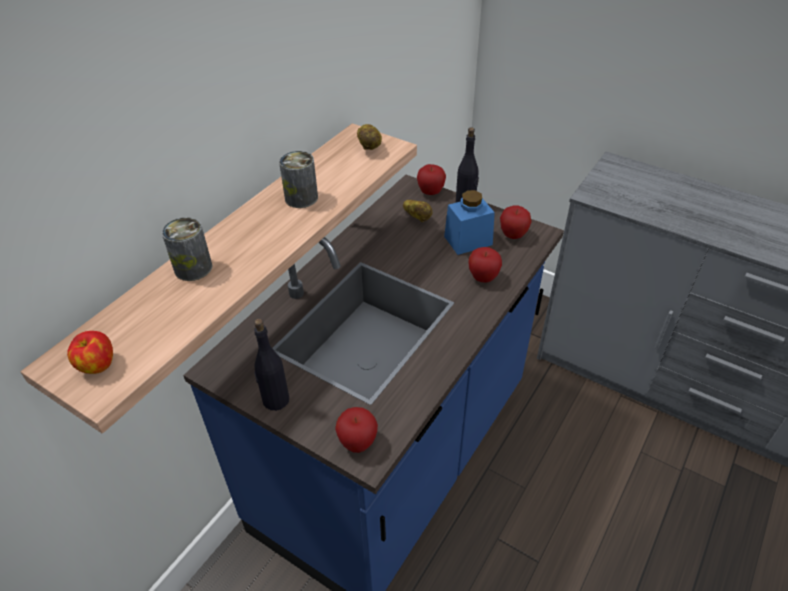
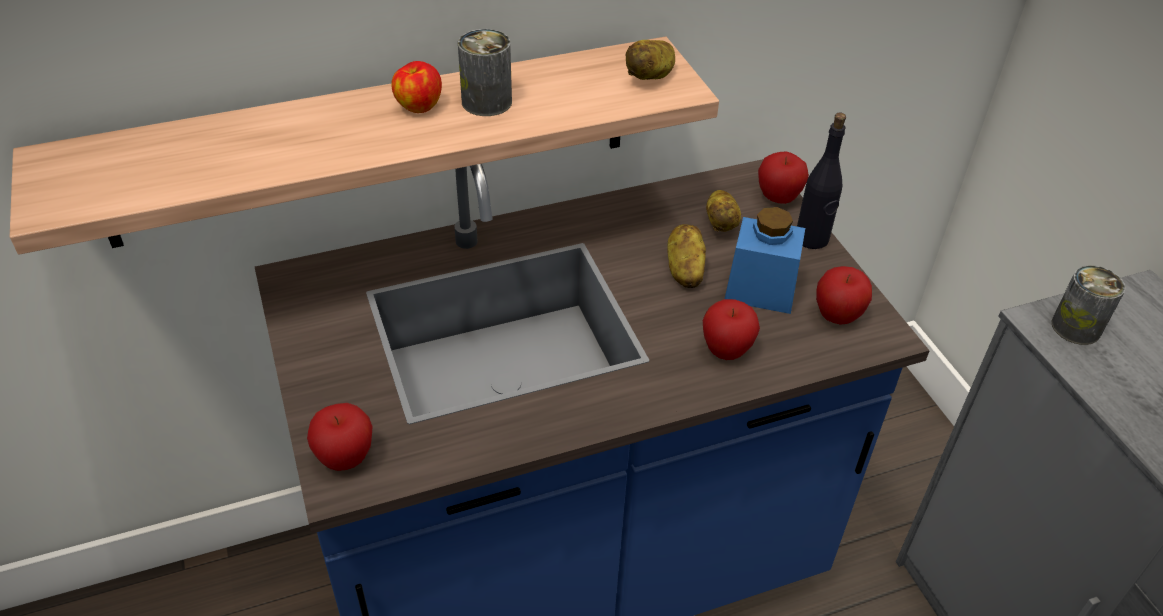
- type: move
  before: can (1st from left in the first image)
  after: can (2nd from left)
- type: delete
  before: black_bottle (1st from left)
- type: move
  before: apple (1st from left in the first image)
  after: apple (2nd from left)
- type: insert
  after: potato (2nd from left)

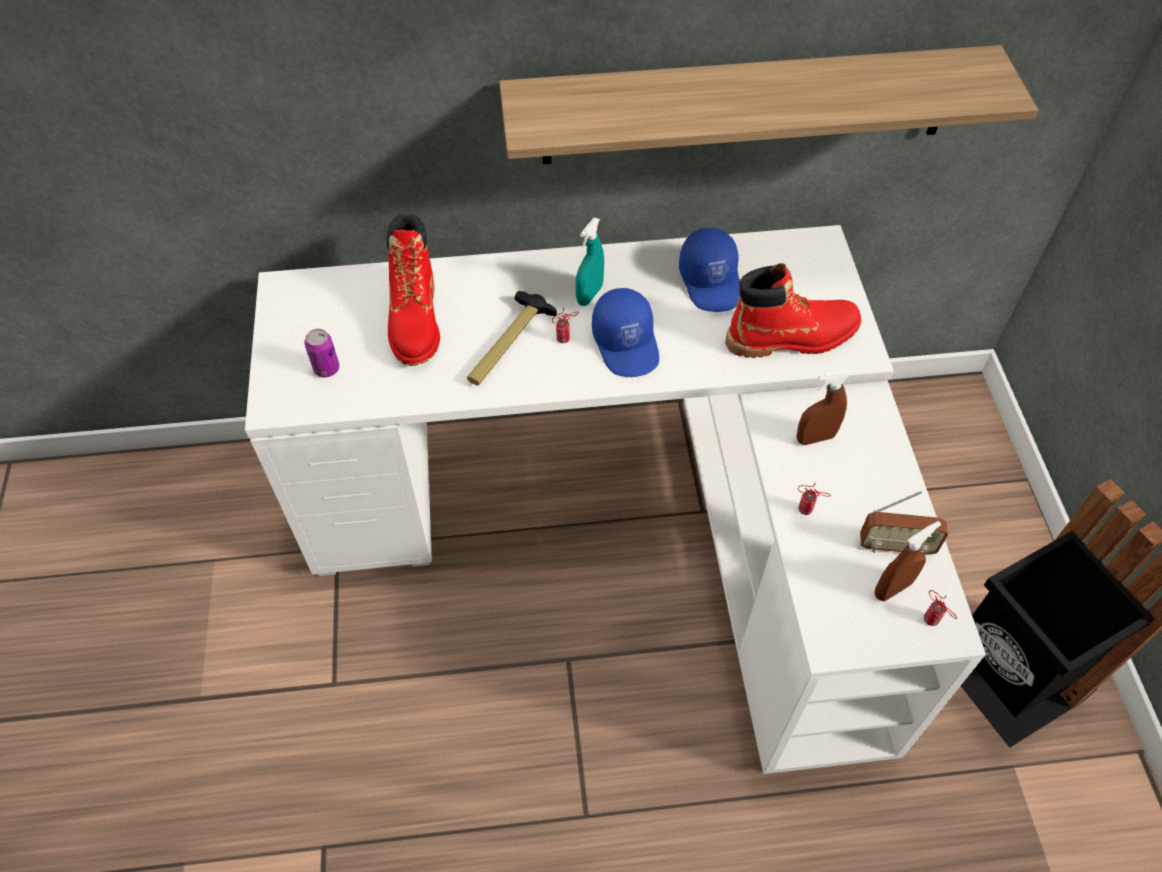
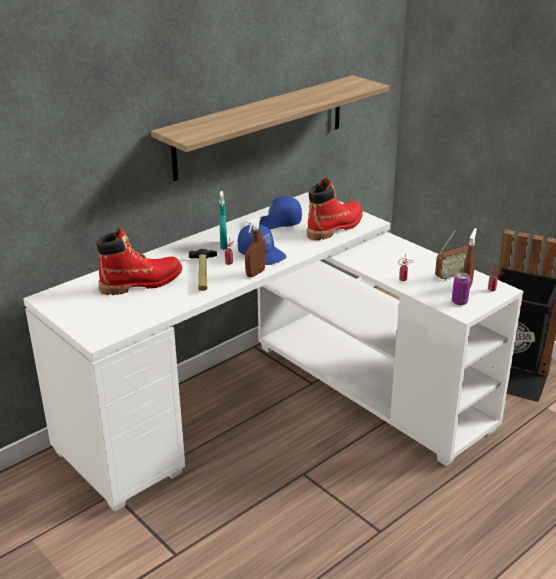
- type: rotate
  before: red_boot (1st from left)
  turn: -75
- type: rotate
  before: blue_cap (2nd from left)
  turn: 135
- type: move
  before: can (1st from left in the first image)
  after: can (3rd from left)
- type: move
  before: brown_spray_bottle (1st from left)

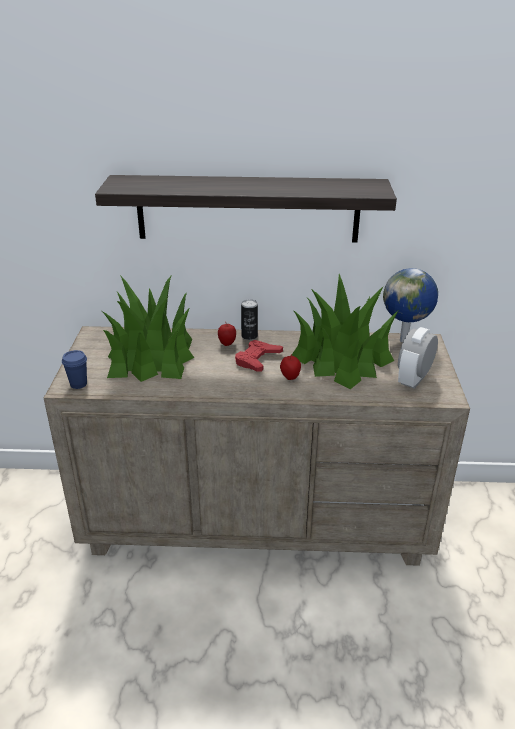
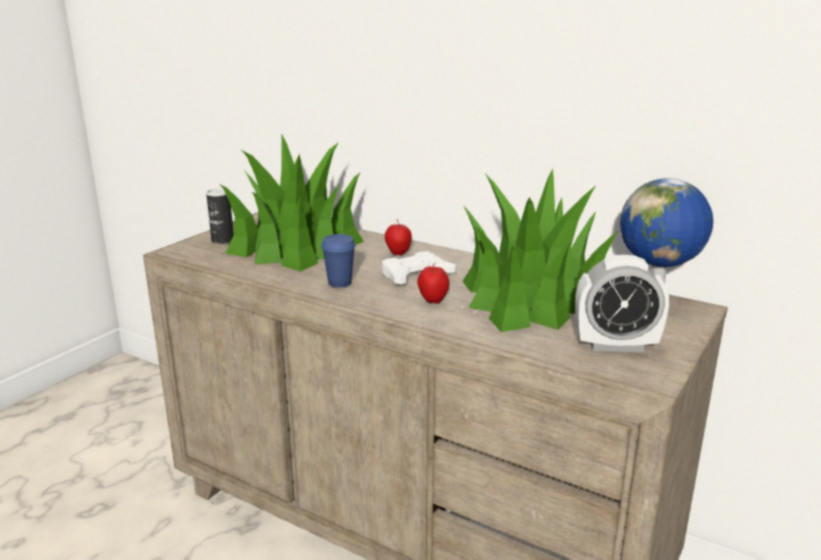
- type: delete
  before: shelf
- type: move
  before: can
- type: rotate
  before: alarm_clock
  turn: -150
- type: recolor
  before: red_game_controller
  after: white_game_controller
- type: move
  before: blue_cup

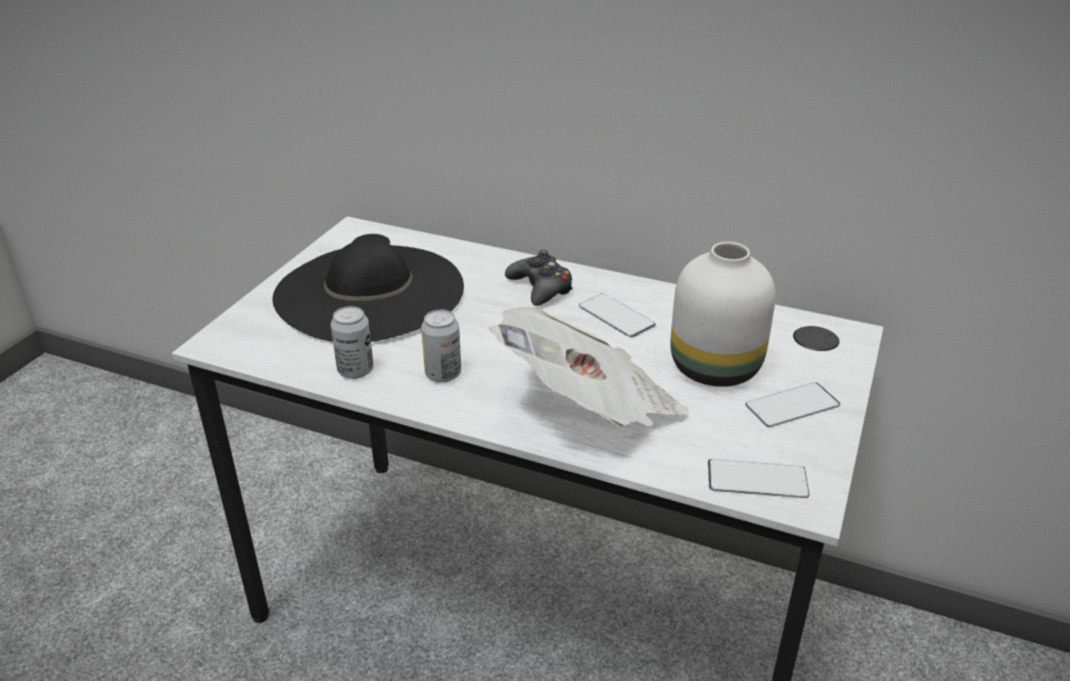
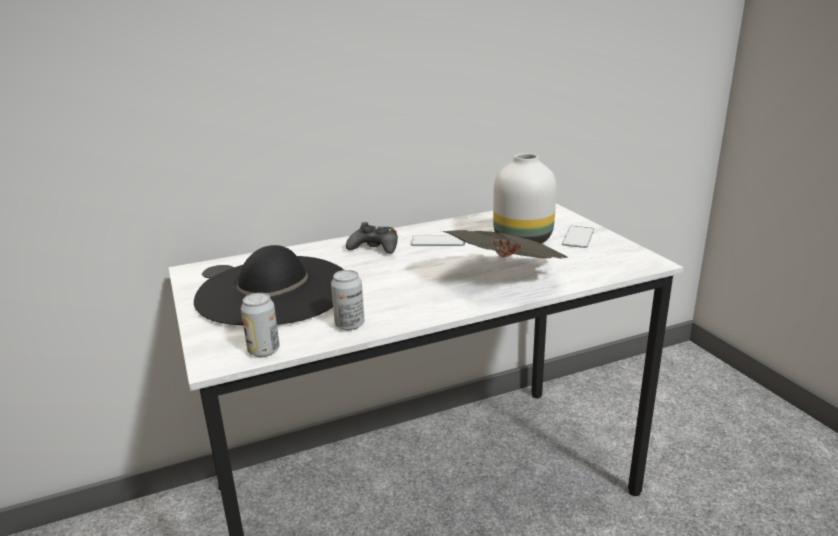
- type: move
  before: can (2nd from left in the first image)
  after: can (1st from left)
- type: delete
  before: phone (2nd from left)

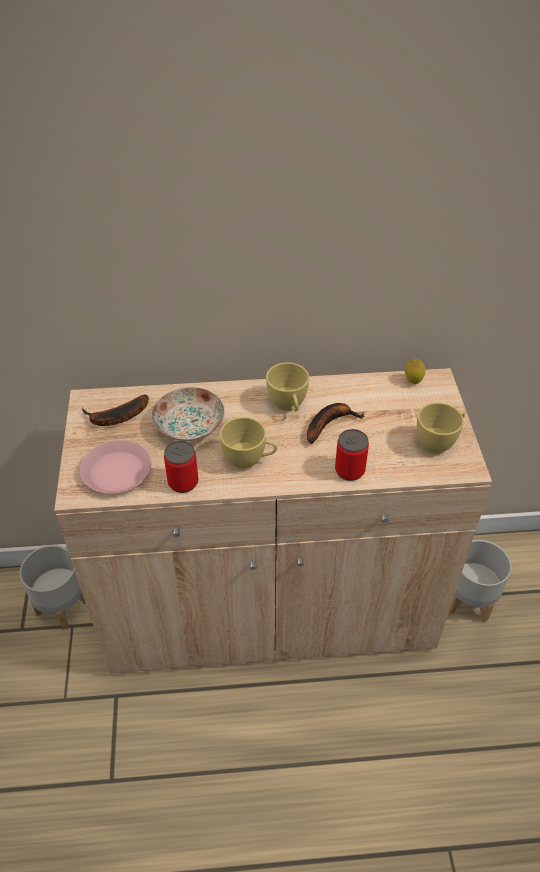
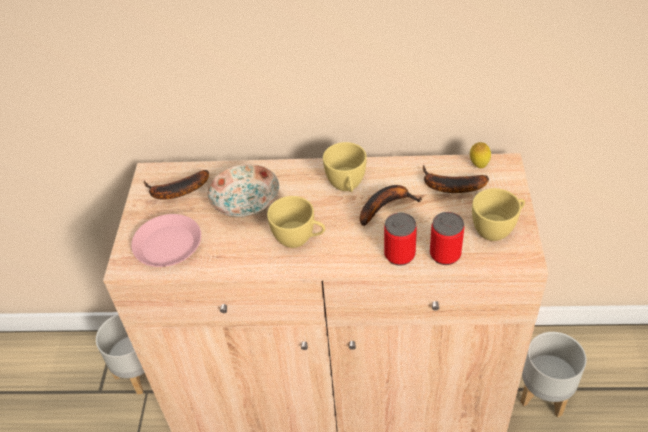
- type: move
  before: can (1st from left in the first image)
  after: can (2nd from left)
- type: insert
  after: banana (3rd from left)

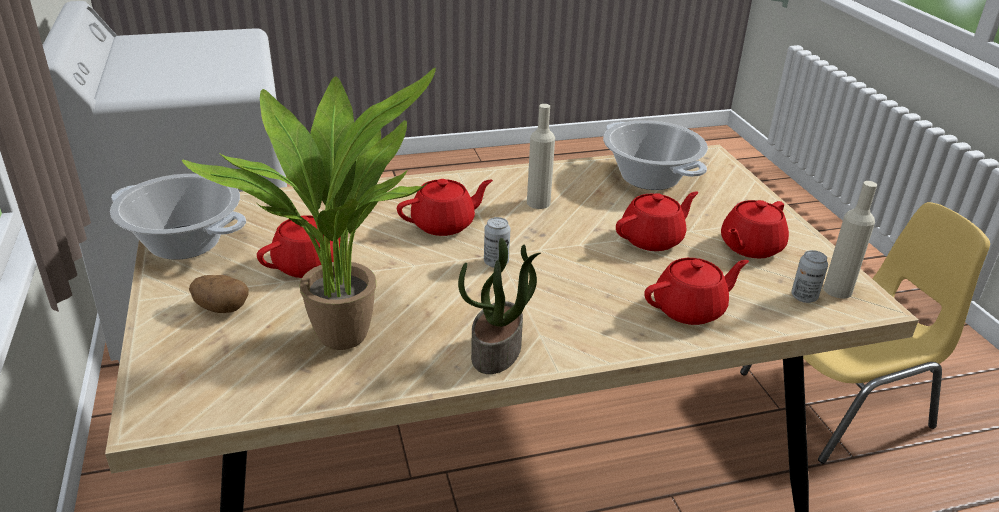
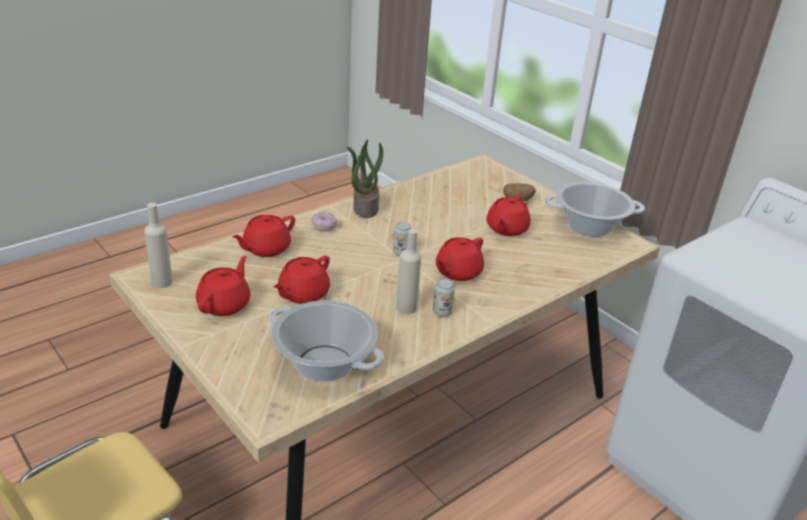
- type: delete
  before: potted_plant (1st from left)
- type: move
  before: can (2nd from left)
- type: insert
  after: donut

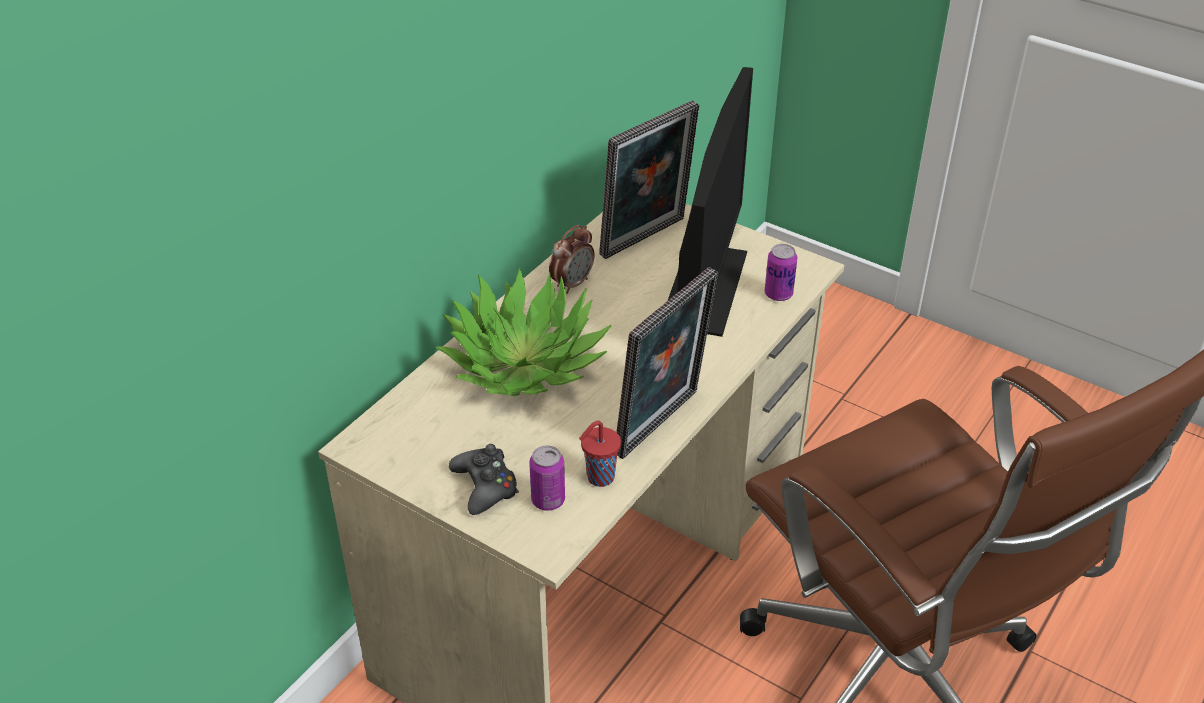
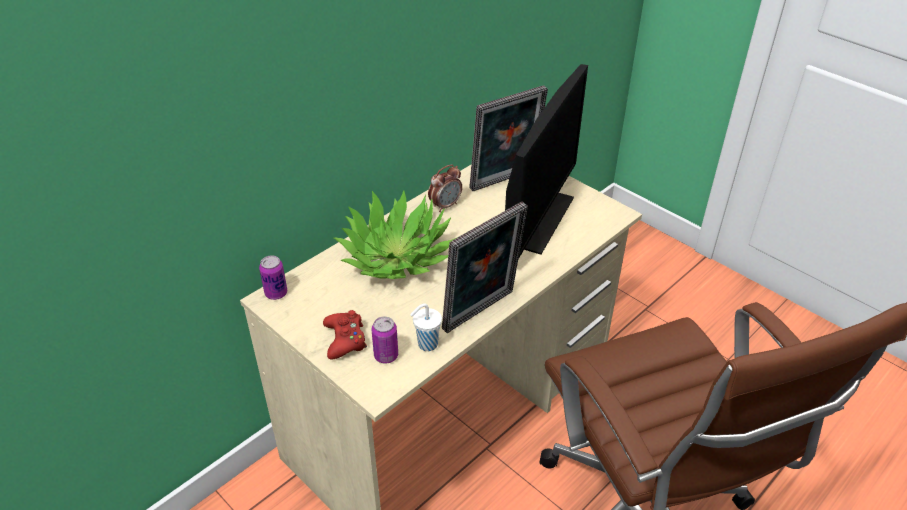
- type: move
  before: can (2nd from left in the first image)
  after: can (1st from left)
- type: recolor
  before: red_cup
  after: white_cup
- type: recolor
  before: black_game_controller
  after: red_game_controller

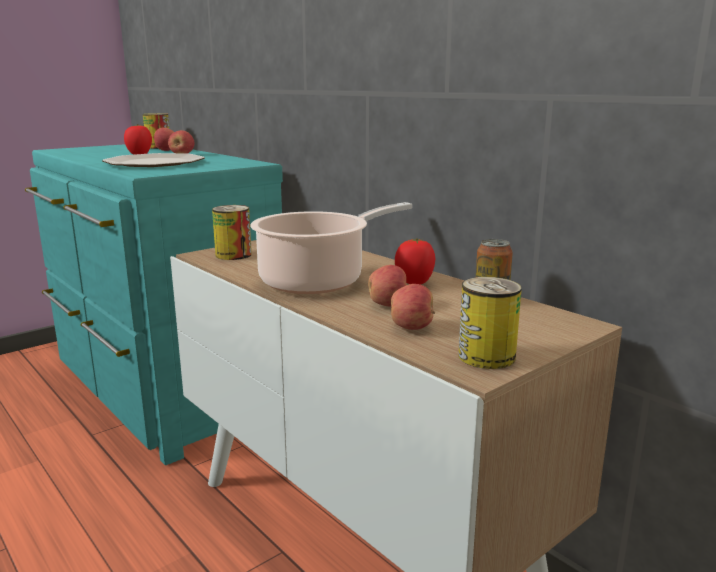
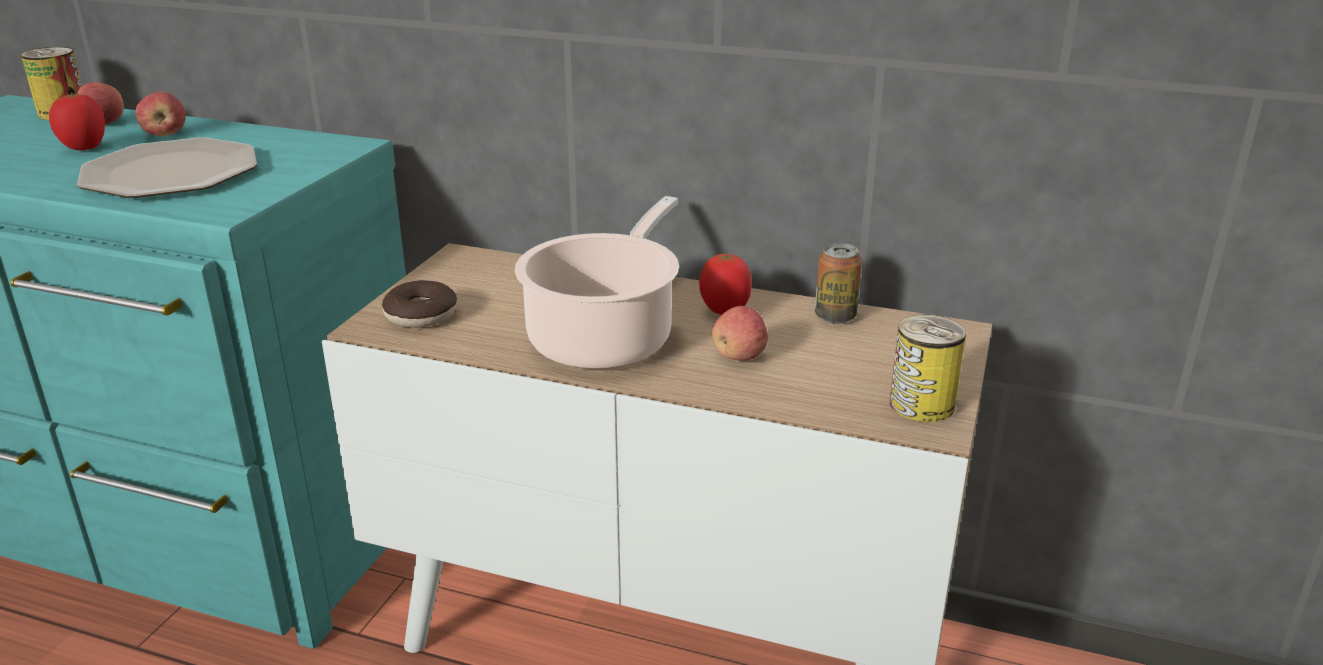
- type: replace
  before: can (2nd from left)
  after: donut
- type: delete
  before: apple (4th from left)

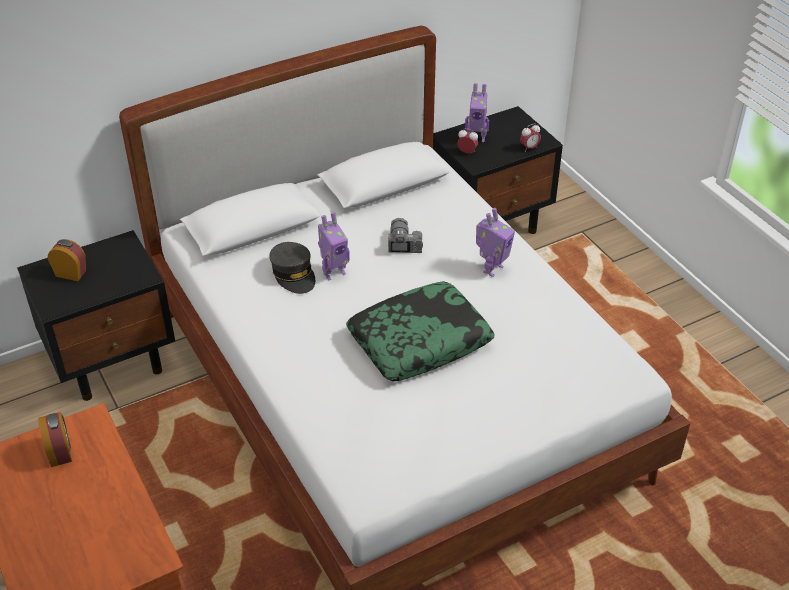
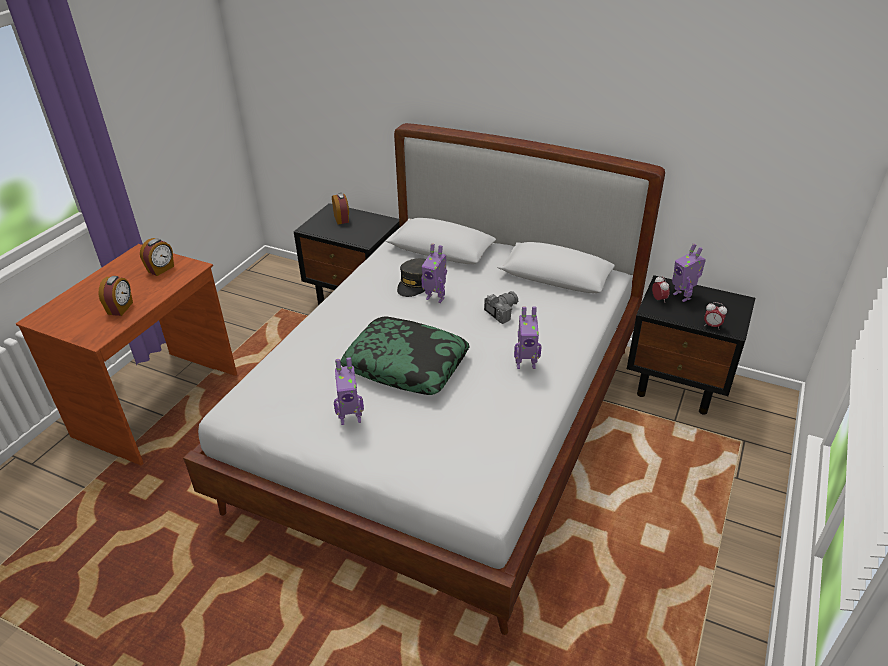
- type: insert
  after: alarm_clock (1st from left)
- type: insert
  after: toy_robot (1st from left)

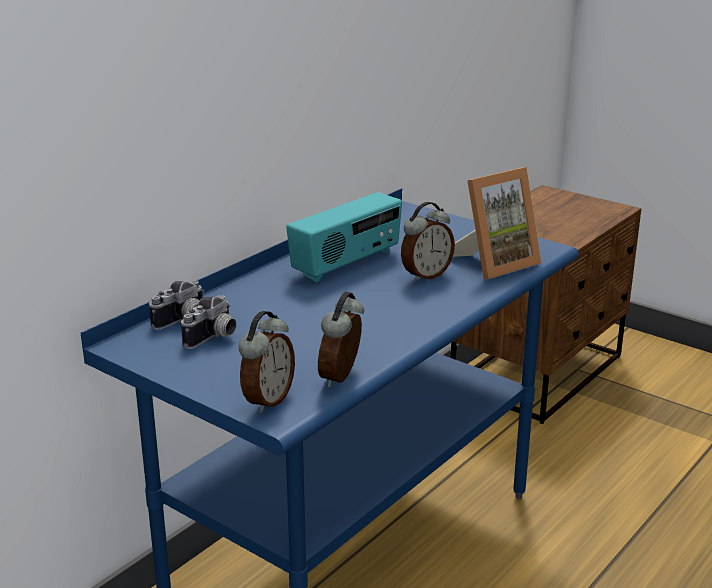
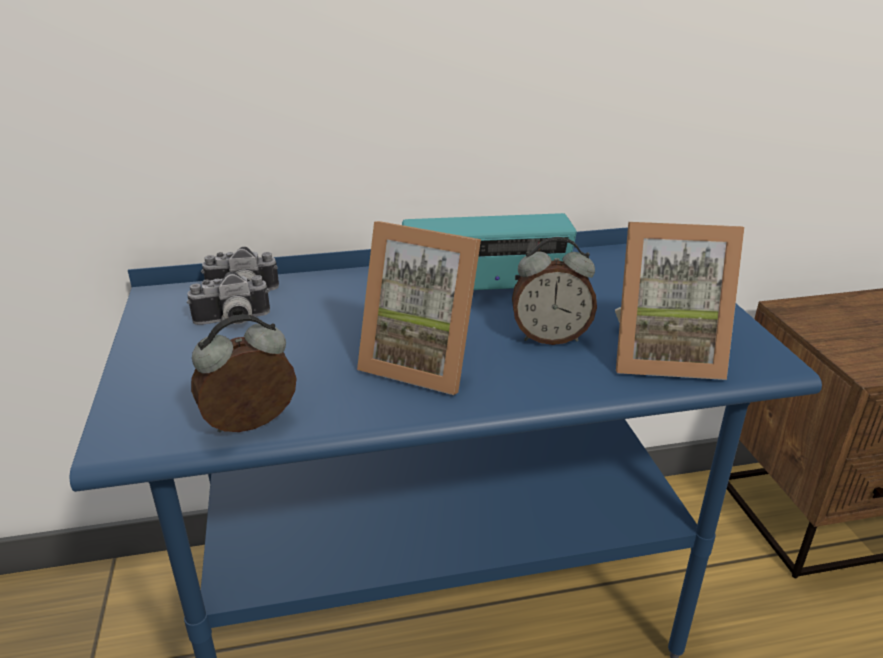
- type: delete
  before: alarm_clock (1st from left)
- type: insert
  after: picture_frame (1st from left)

